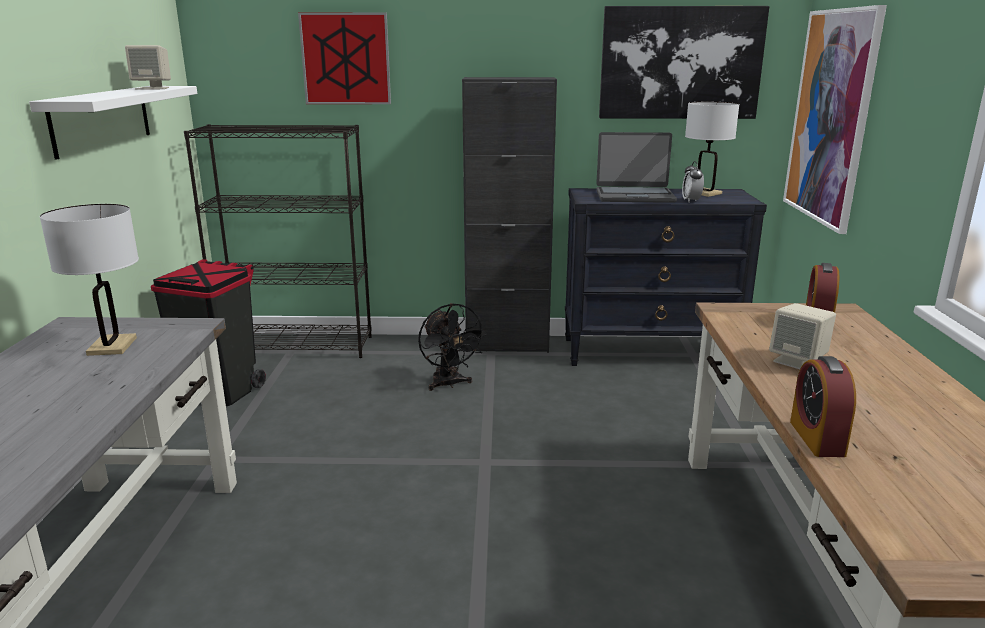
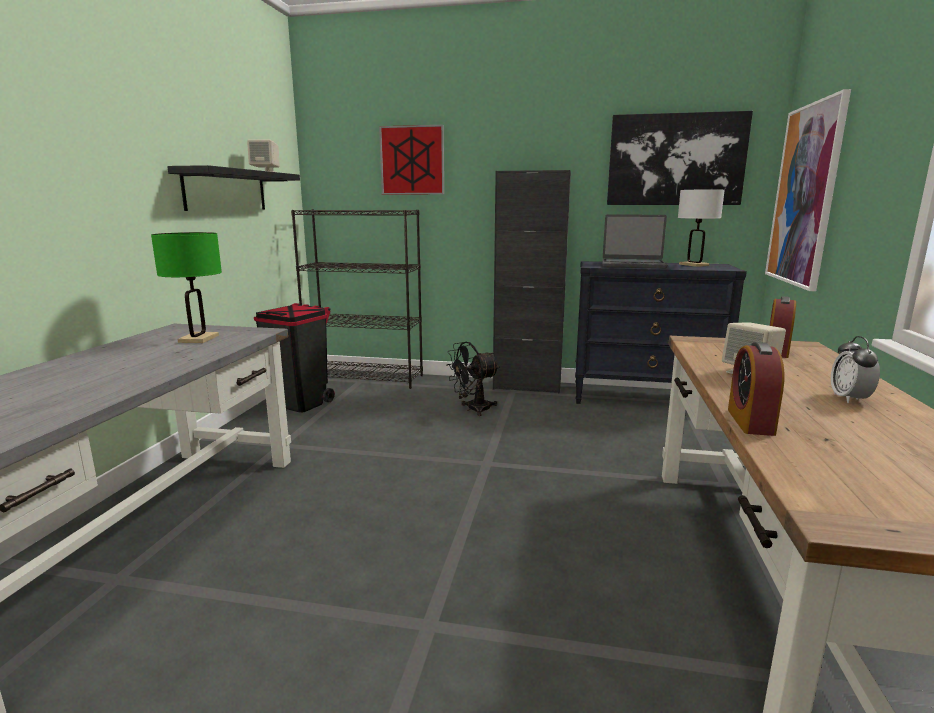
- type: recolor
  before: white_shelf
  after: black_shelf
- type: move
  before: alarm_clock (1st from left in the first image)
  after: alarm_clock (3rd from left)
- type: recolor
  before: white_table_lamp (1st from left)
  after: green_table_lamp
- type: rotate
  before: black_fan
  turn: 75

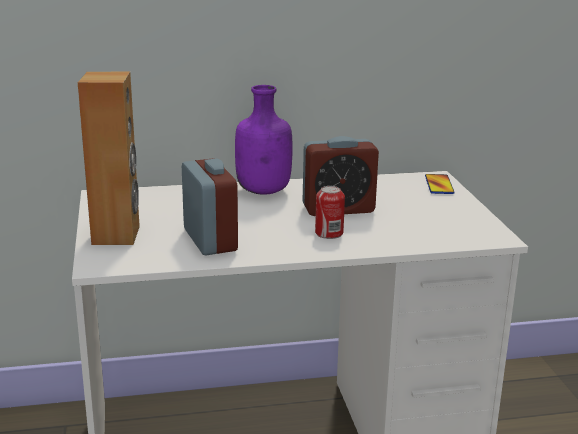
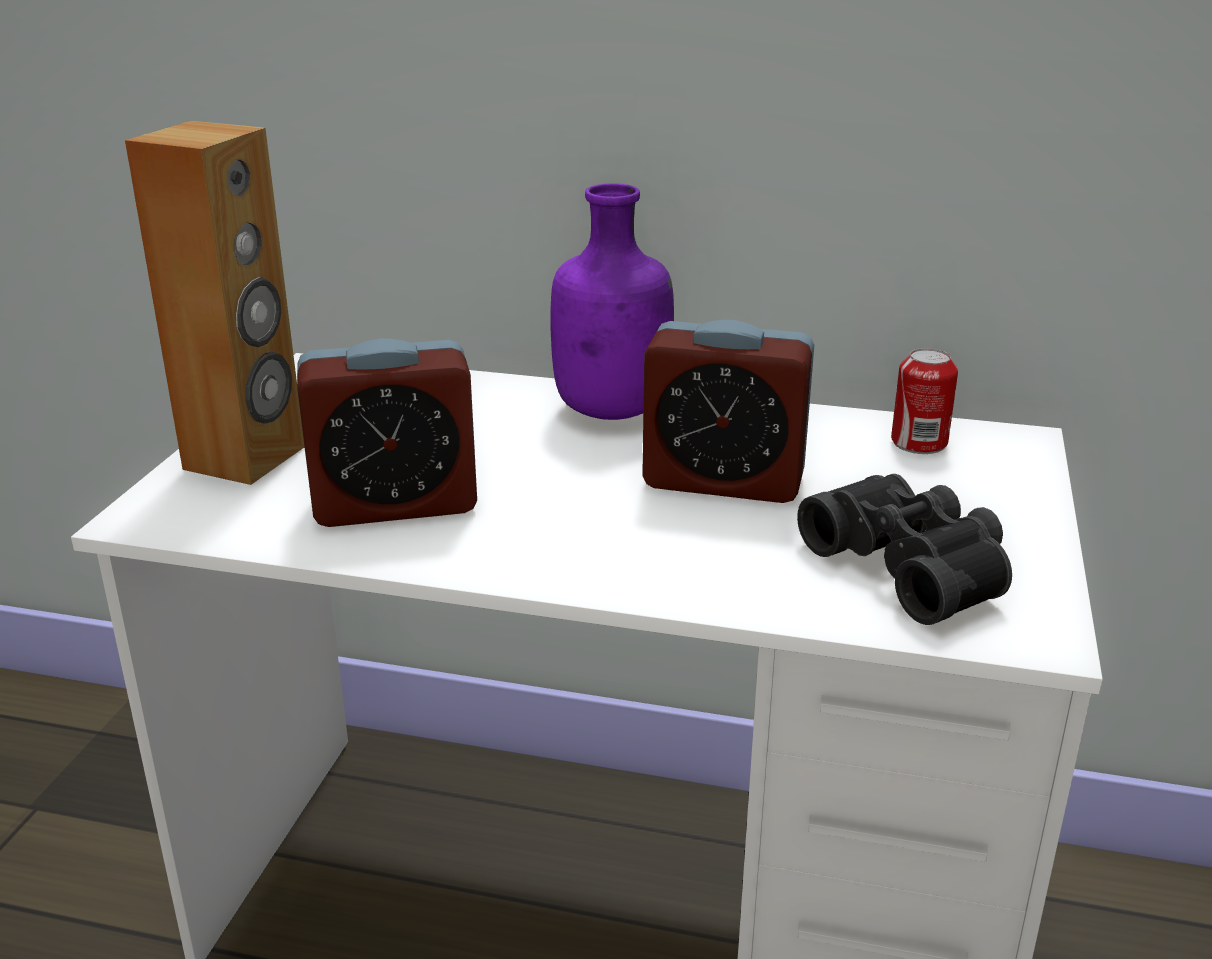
- type: rotate
  before: alarm_clock (1st from left)
  turn: 75
- type: delete
  before: phone
- type: move
  before: can
- type: insert
  after: black_binoculars

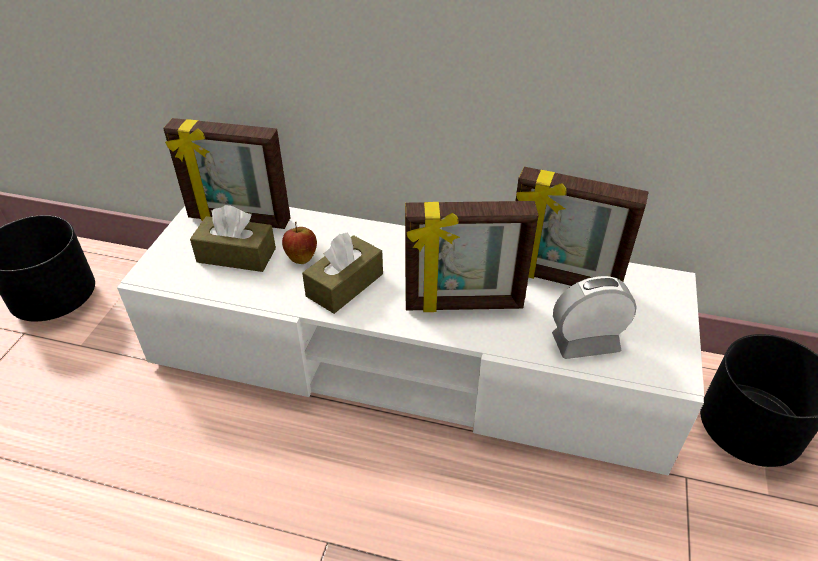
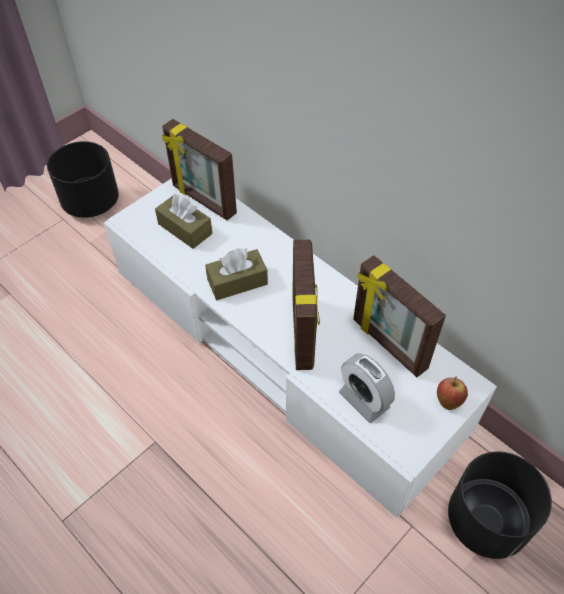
- type: rotate
  before: picture_frame (2nd from left)
  turn: -120
- type: move
  before: apple
- type: rotate
  before: alarm_clock
  turn: -150

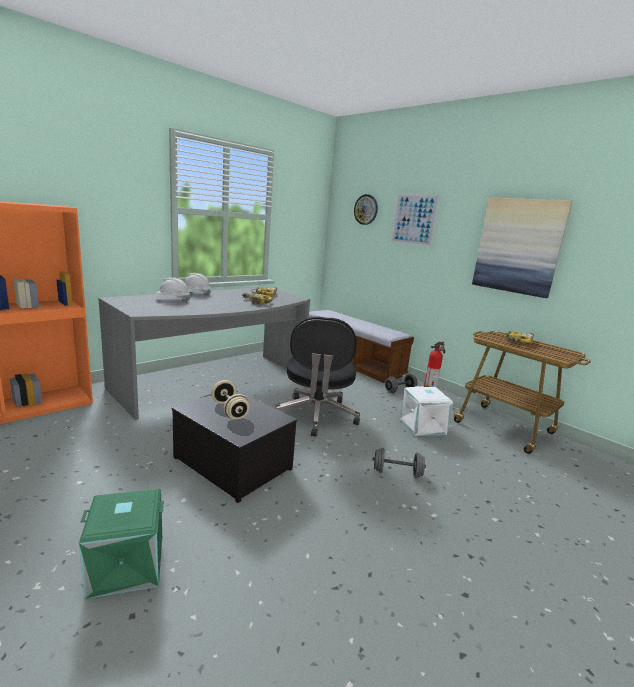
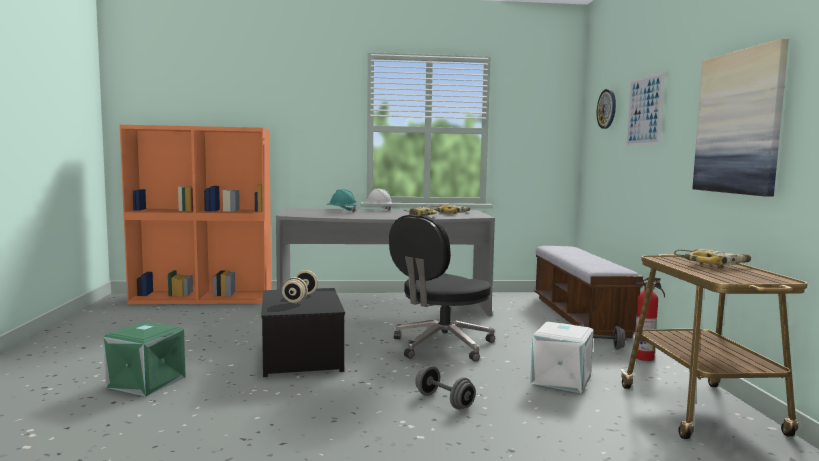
- type: recolor
  before: white_hard_hat (1st from left)
  after: turquoise_hard_hat

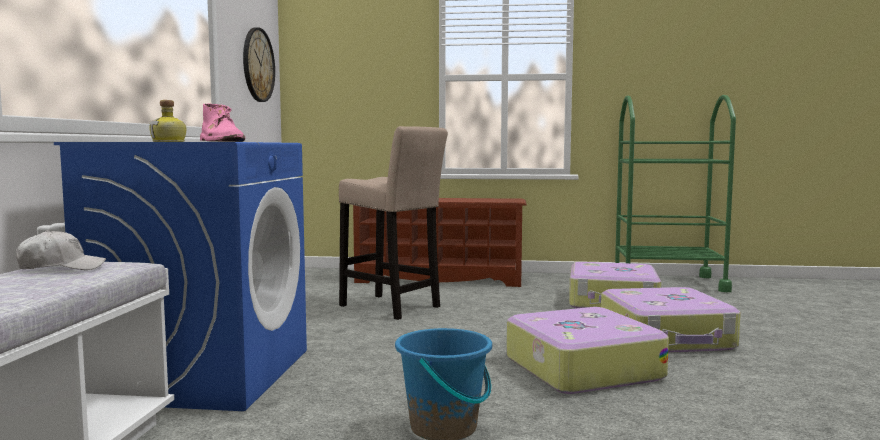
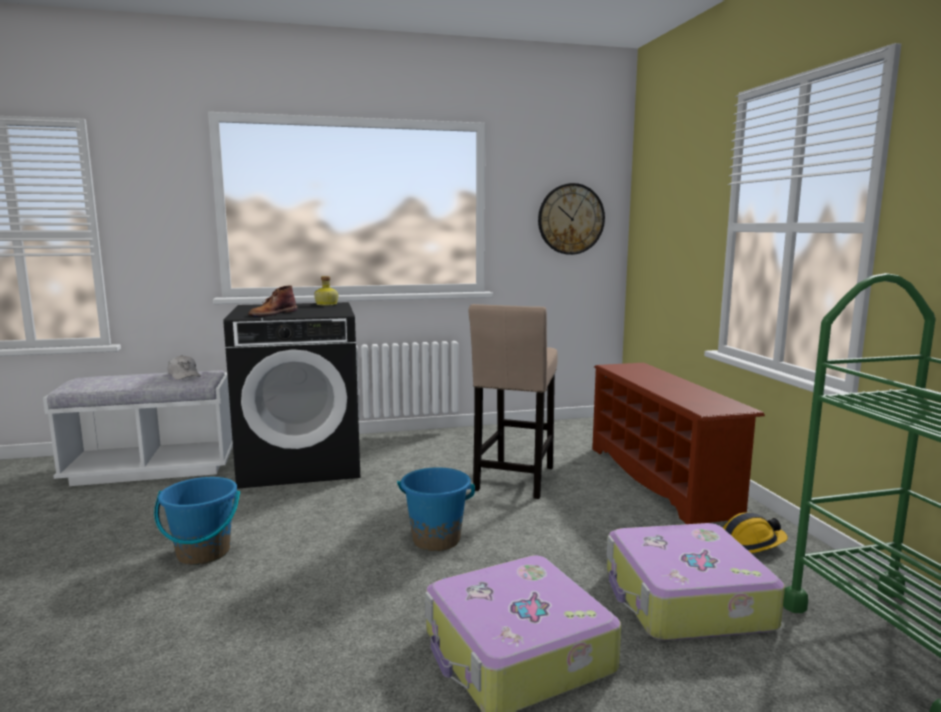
- type: recolor
  before: pink_boot
  after: brown_boot
- type: recolor
  before: blue_washing_machine
  after: black_washing_machine
- type: delete
  before: suitcase (1st from left)
- type: insert
  after: blue_bucket (2nd from left)
- type: insert
  after: hard_hat

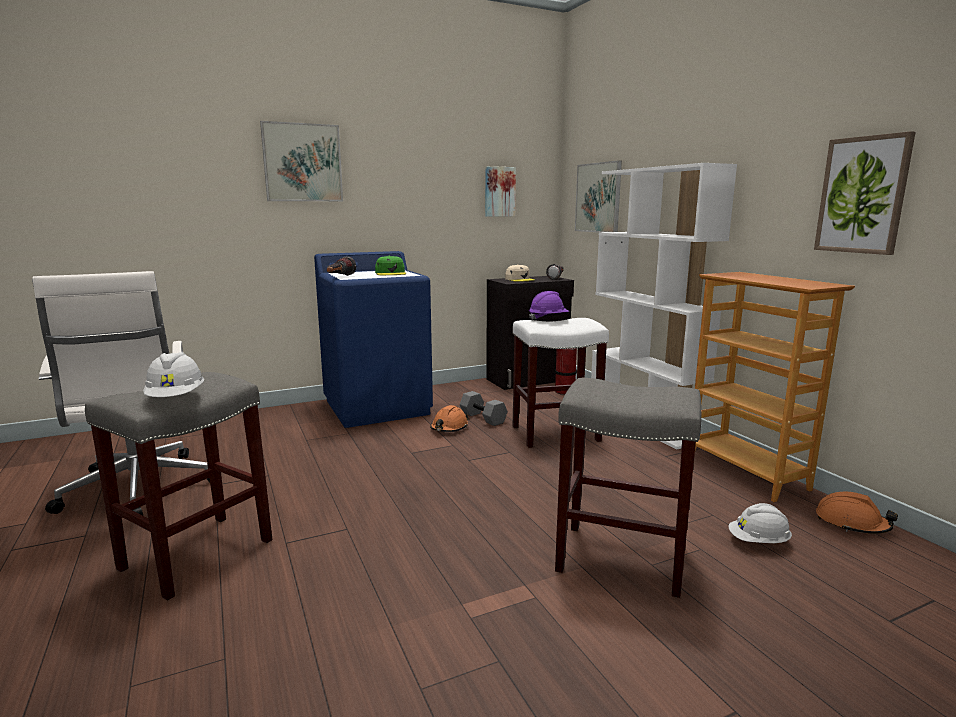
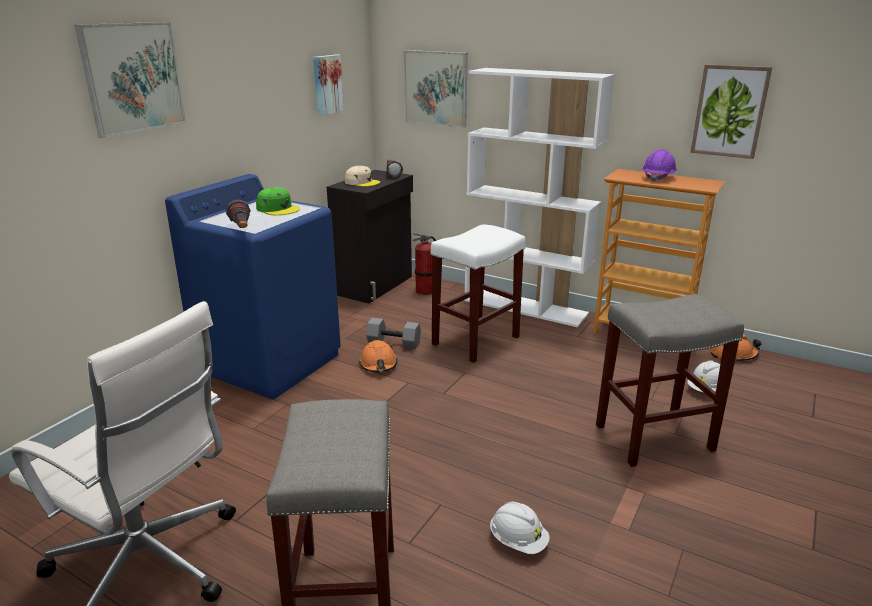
- type: move
  before: purple_hard_hat
- type: move
  before: white_hard_hat (1st from left)

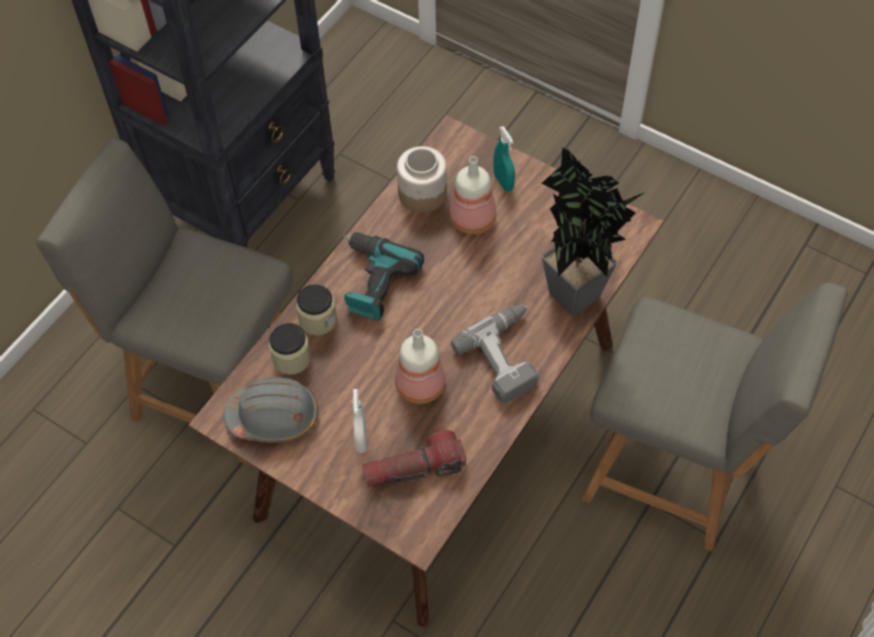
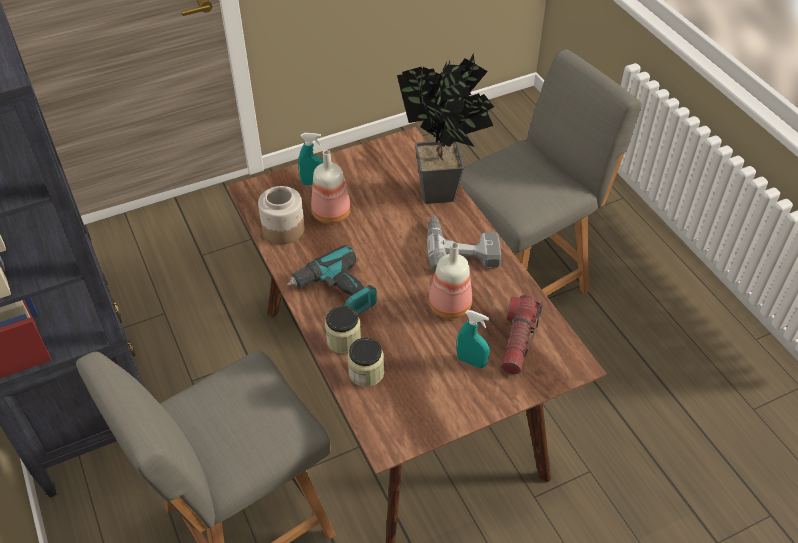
- type: delete
  before: grey_hard_hat
- type: recolor
  before: white_spray_bottle
  after: turquoise_spray_bottle (2nd from left)

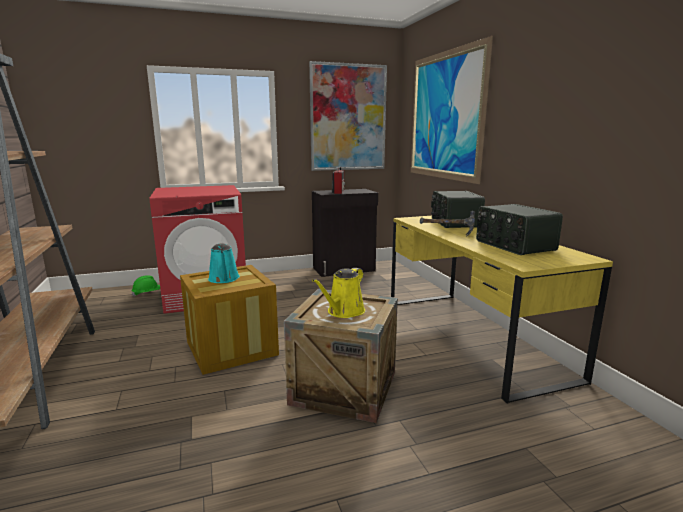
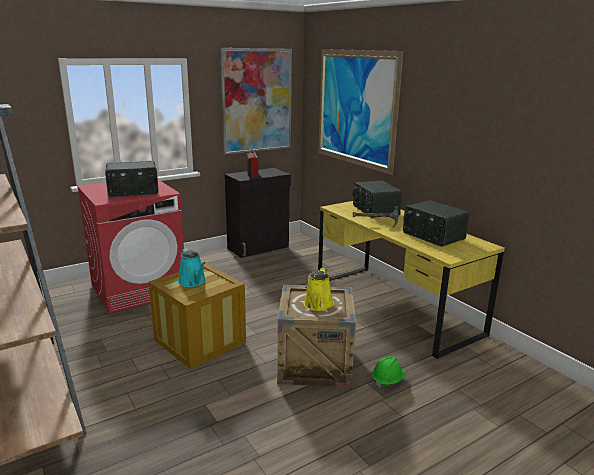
- type: move
  before: green_hard_hat
- type: insert
  after: radio (1st from left)

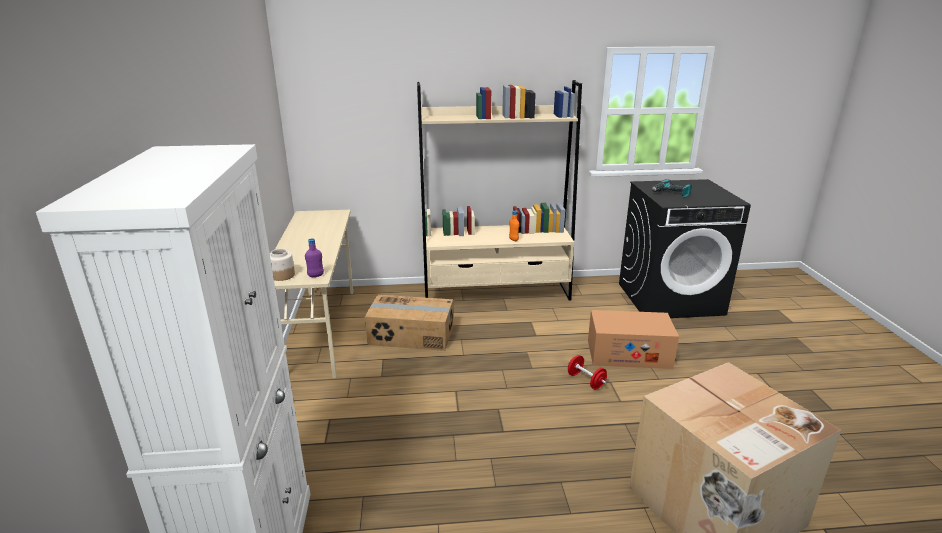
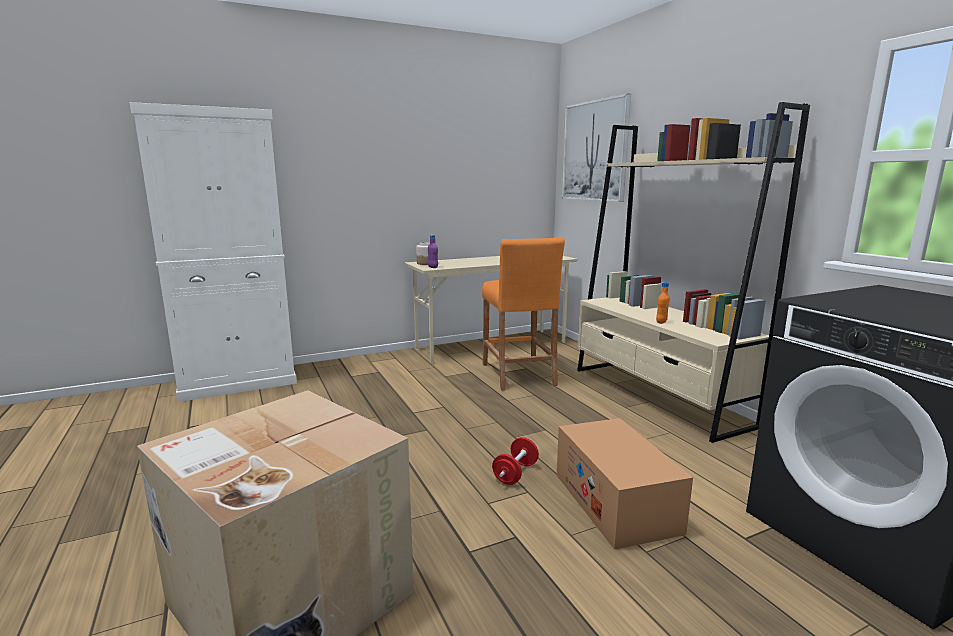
- type: delete
  before: power_drill
- type: replace
  before: cardboard_box (1st from left)
  after: orange_stool
- type: insert
  after: picture

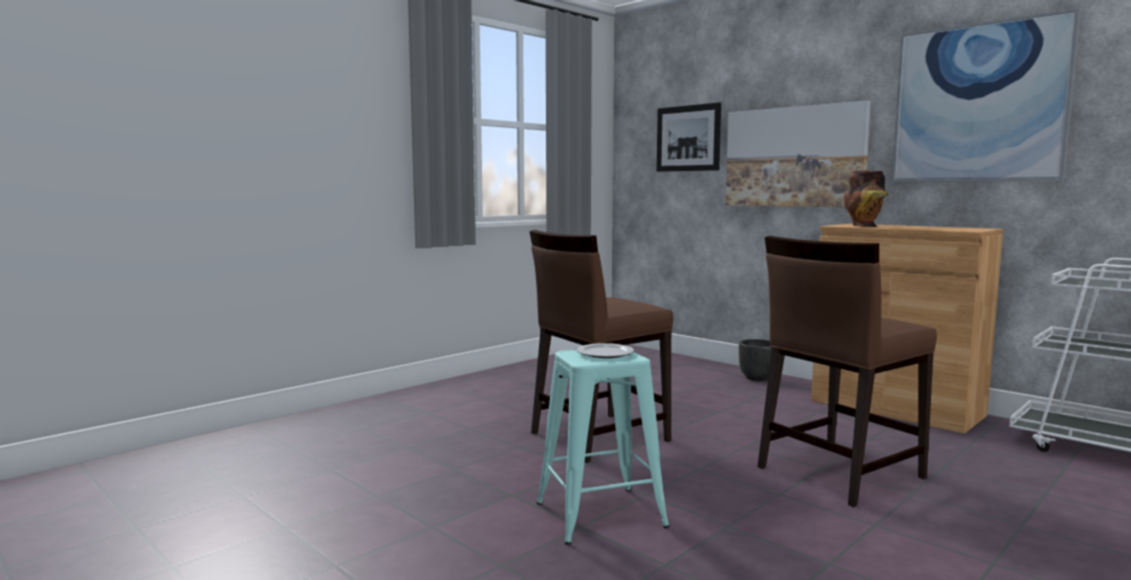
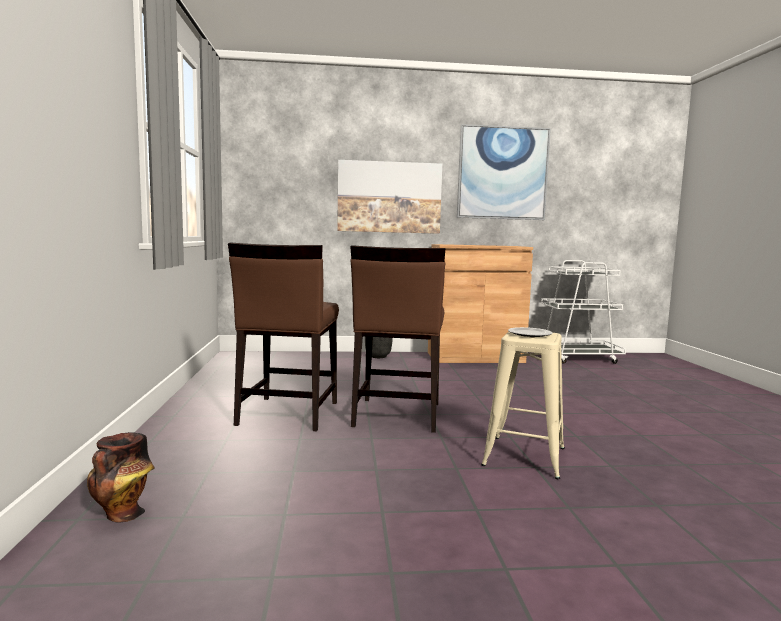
- type: delete
  before: picture (1st from left)
- type: move
  before: vase
- type: move
  before: brown_chair (2nd from left in the first image)
  after: brown_chair (1st from left)
- type: recolor
  before: turquoise_stool
  after: beige_stool

